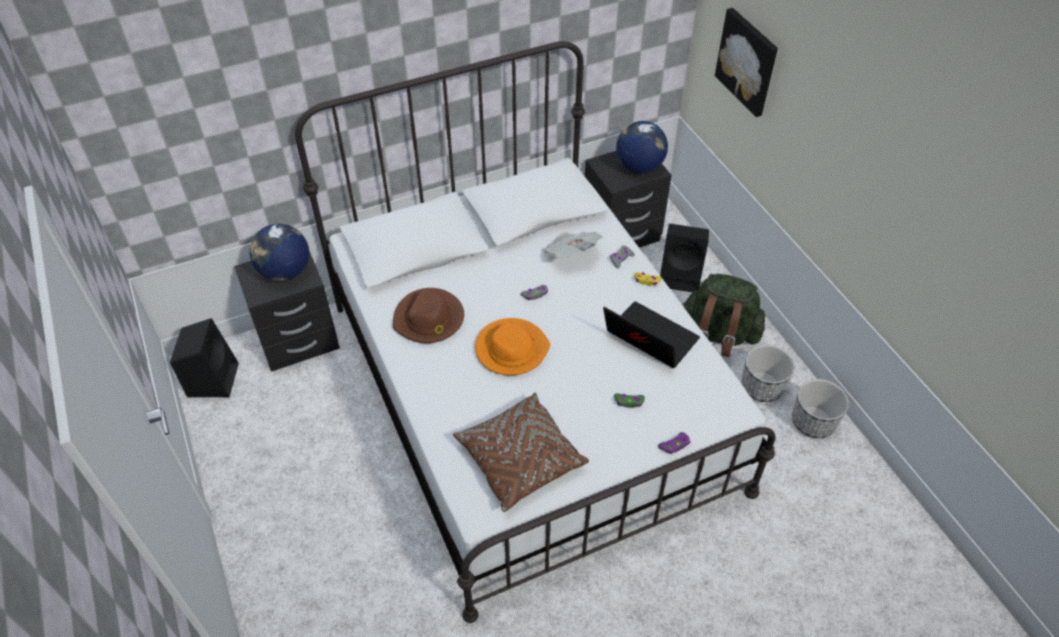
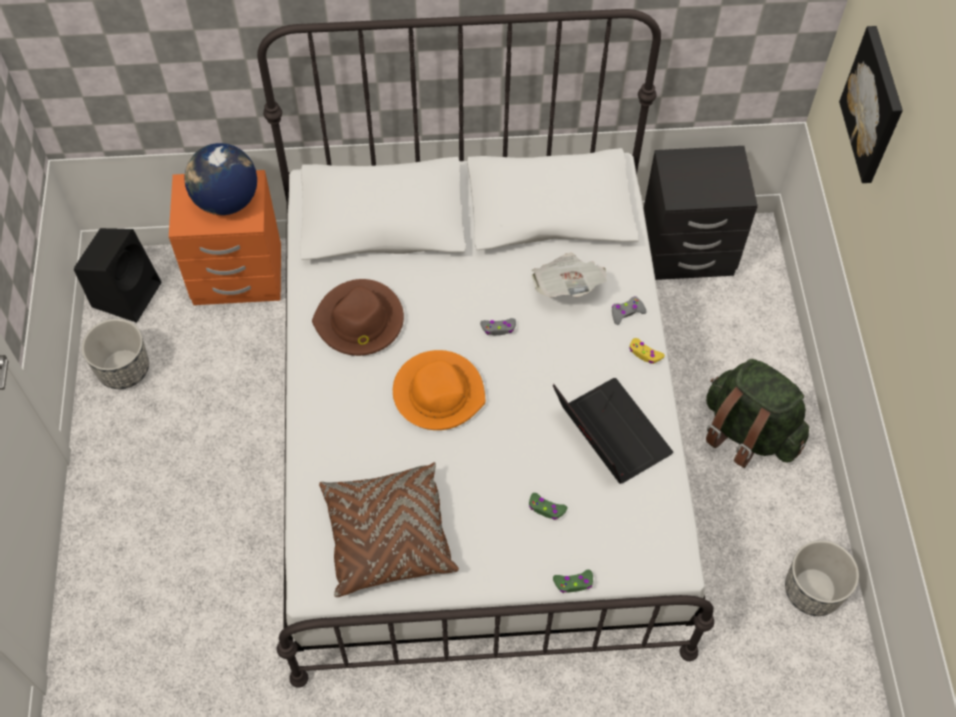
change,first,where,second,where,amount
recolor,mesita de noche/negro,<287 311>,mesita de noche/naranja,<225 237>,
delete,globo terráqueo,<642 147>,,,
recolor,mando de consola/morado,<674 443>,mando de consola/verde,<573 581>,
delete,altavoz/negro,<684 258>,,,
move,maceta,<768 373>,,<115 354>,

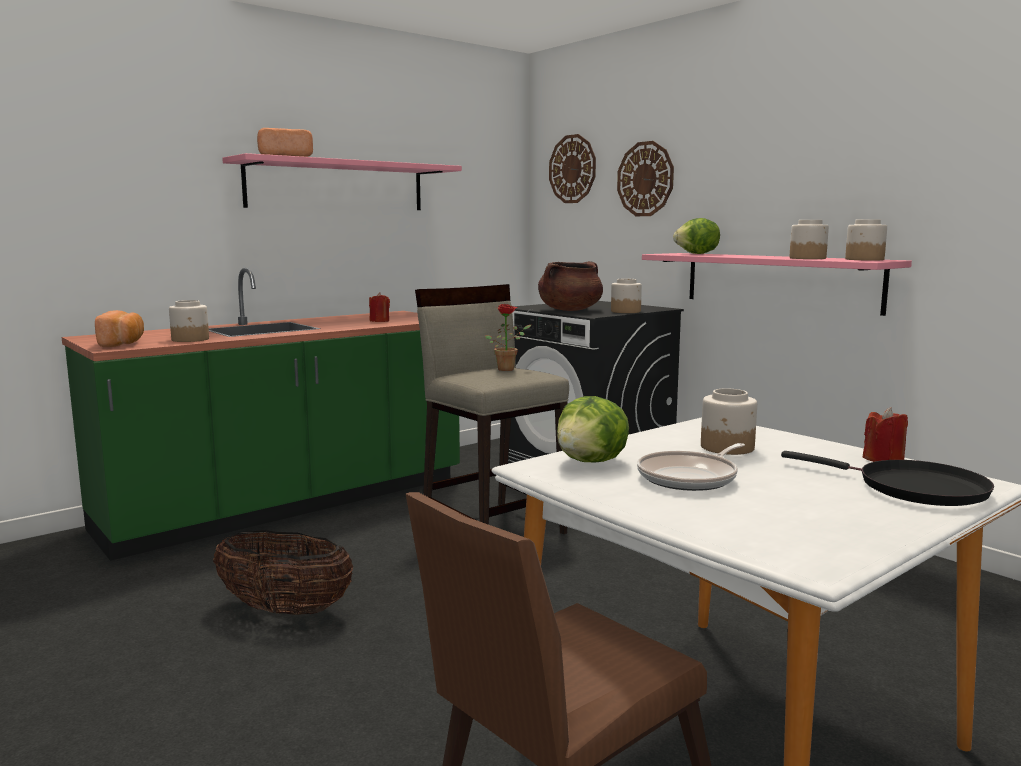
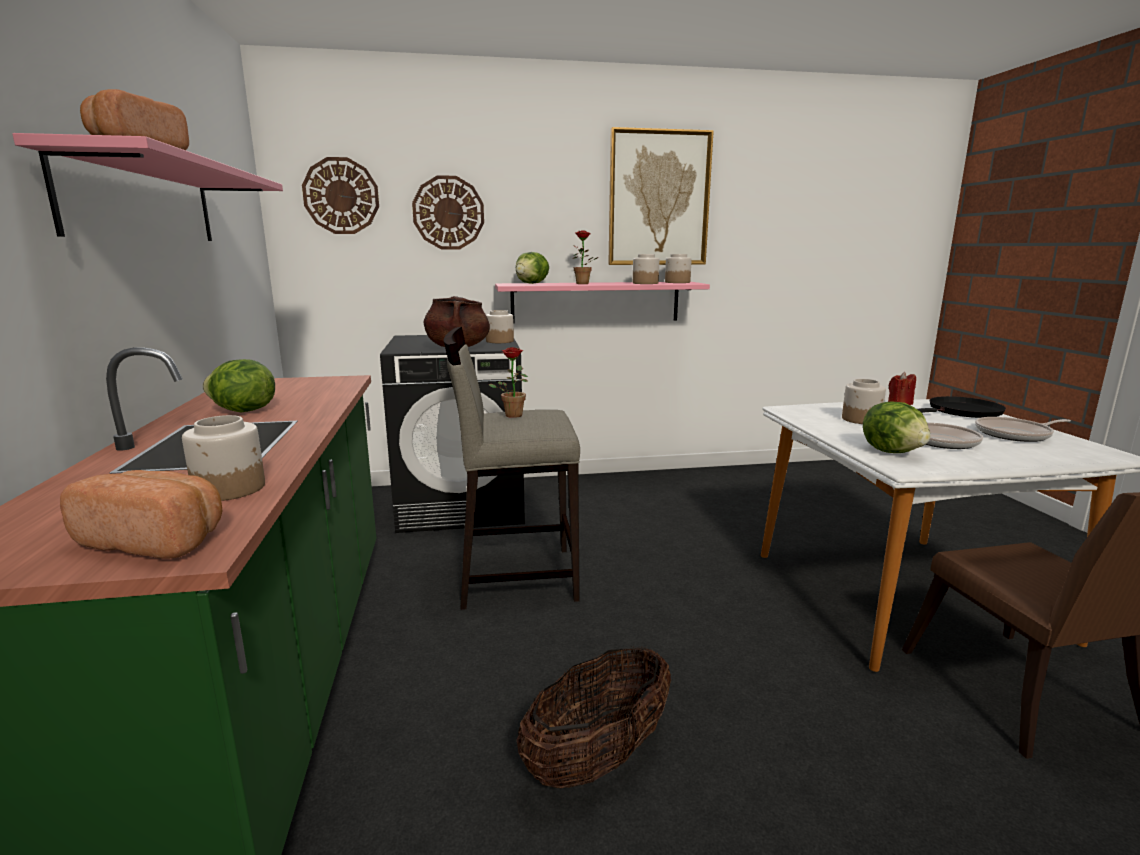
change,first,where,second,where,amount
delete,vela/rojo,<379 307>,,,
insert,,,lechuga,<239 385>,
insert,,,planta en maceta,<586 257>,
insert,,,cuadro,<661 196>,
insert,,,sartén,<1023 429>,

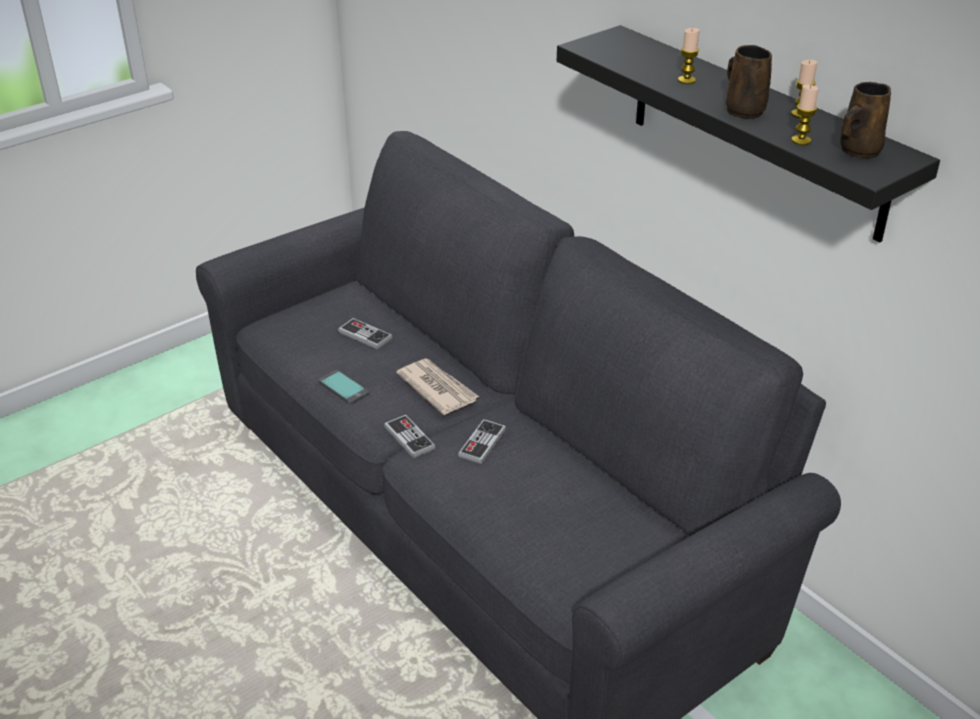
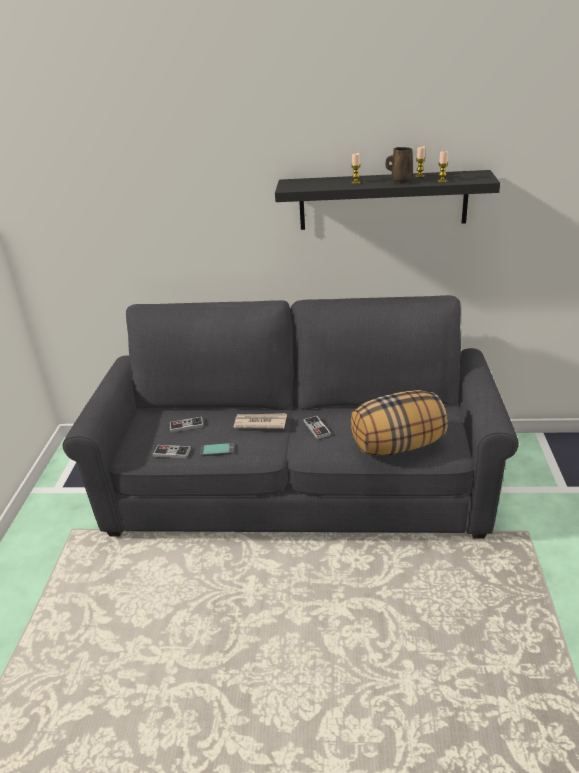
change,first,where,second,where,amount
move,mando de consola,<409 436>,,<172 451>,
delete,taza grande/marrón,<865 120>,,,
insert,,,cojín,<399 423>,

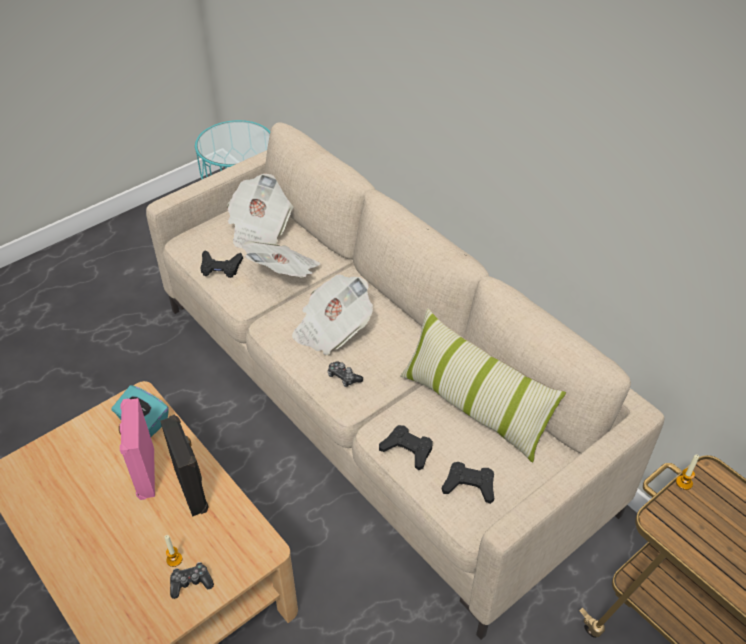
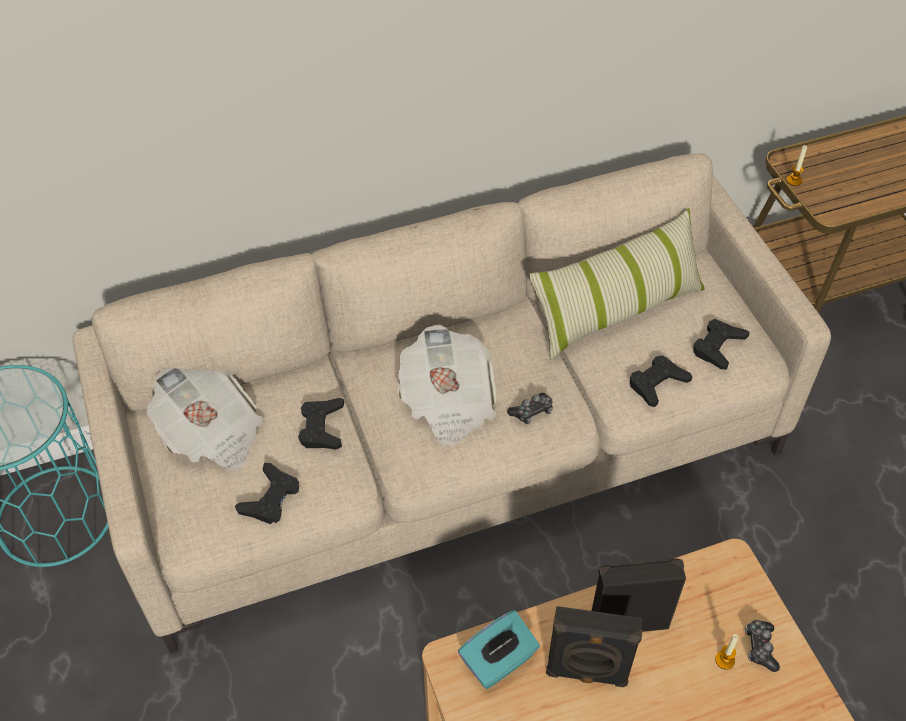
change,first,where,second,where,amount
recolor,altavoz/rosa,<137 449>,altavoz/negro,<594 646>,
replace,periódico,<281 259>,mando de consola/negro,<321 424>,

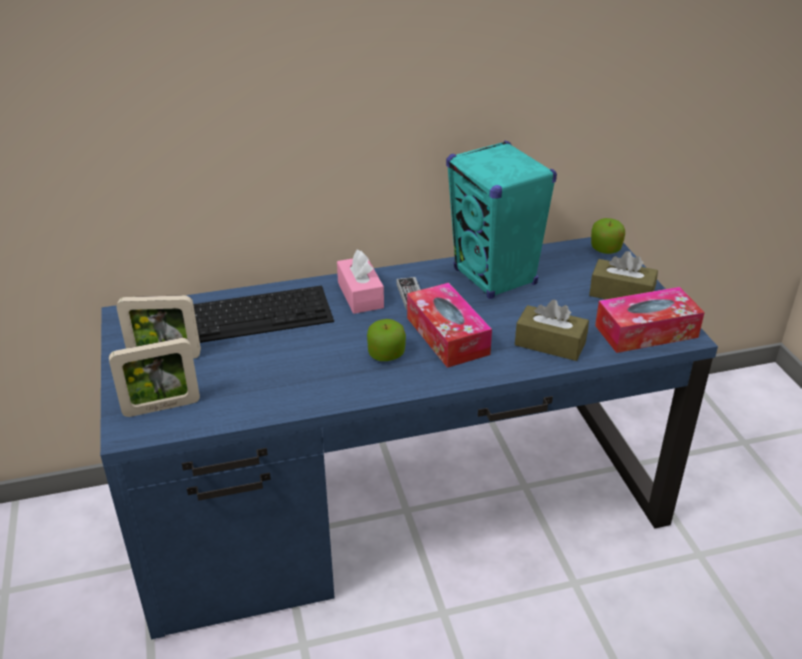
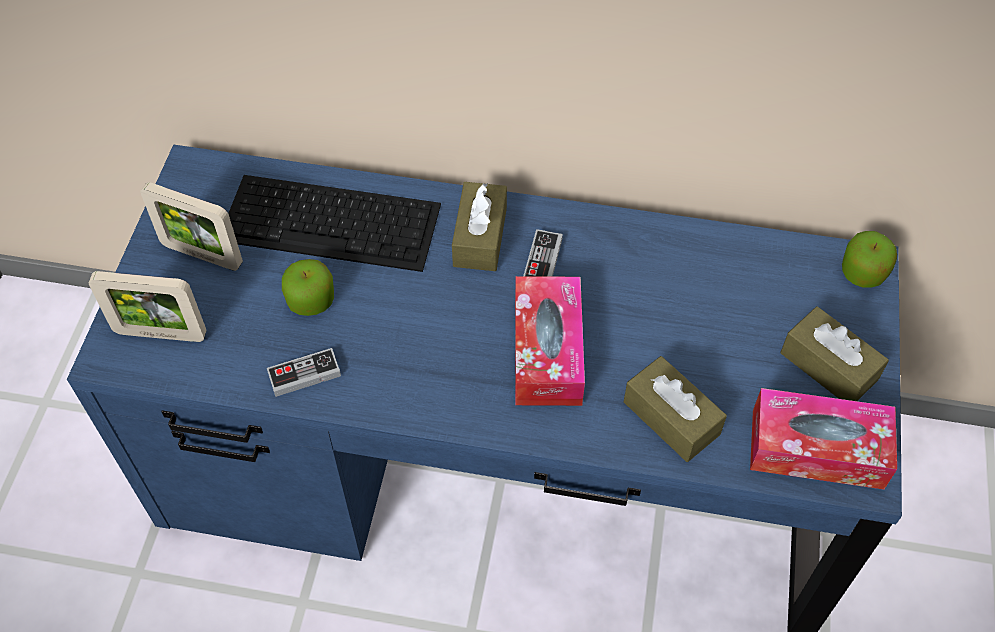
change,first,where,second,where,amount
recolor,caja de pañuelos/rosa,<360 282>,caja de pañuelos/marrón,<479 226>,
move,manzana,<386 340>,,<308 287>,
delete,altavoz/turquesa,<501 220>,,,
insert,,,mando de consola,<304 372>,

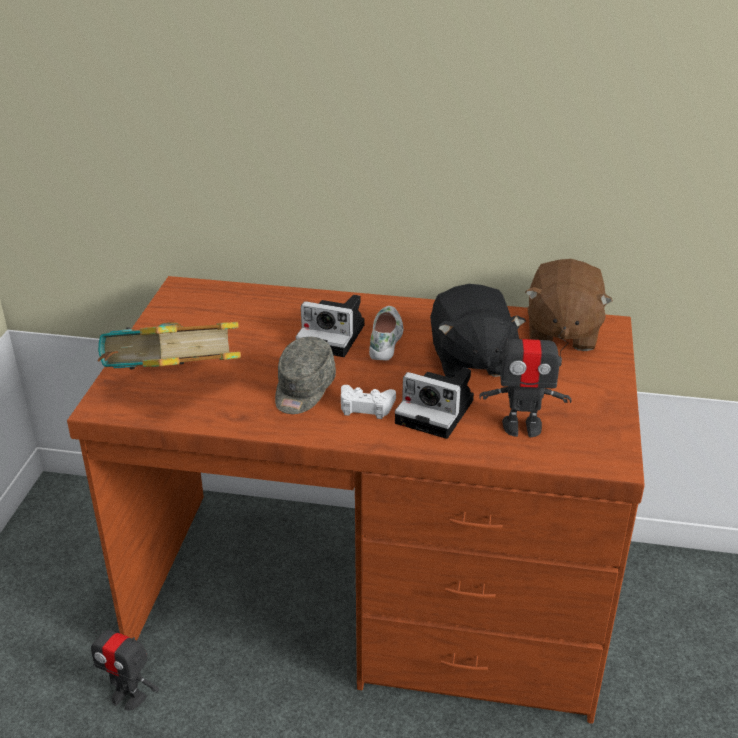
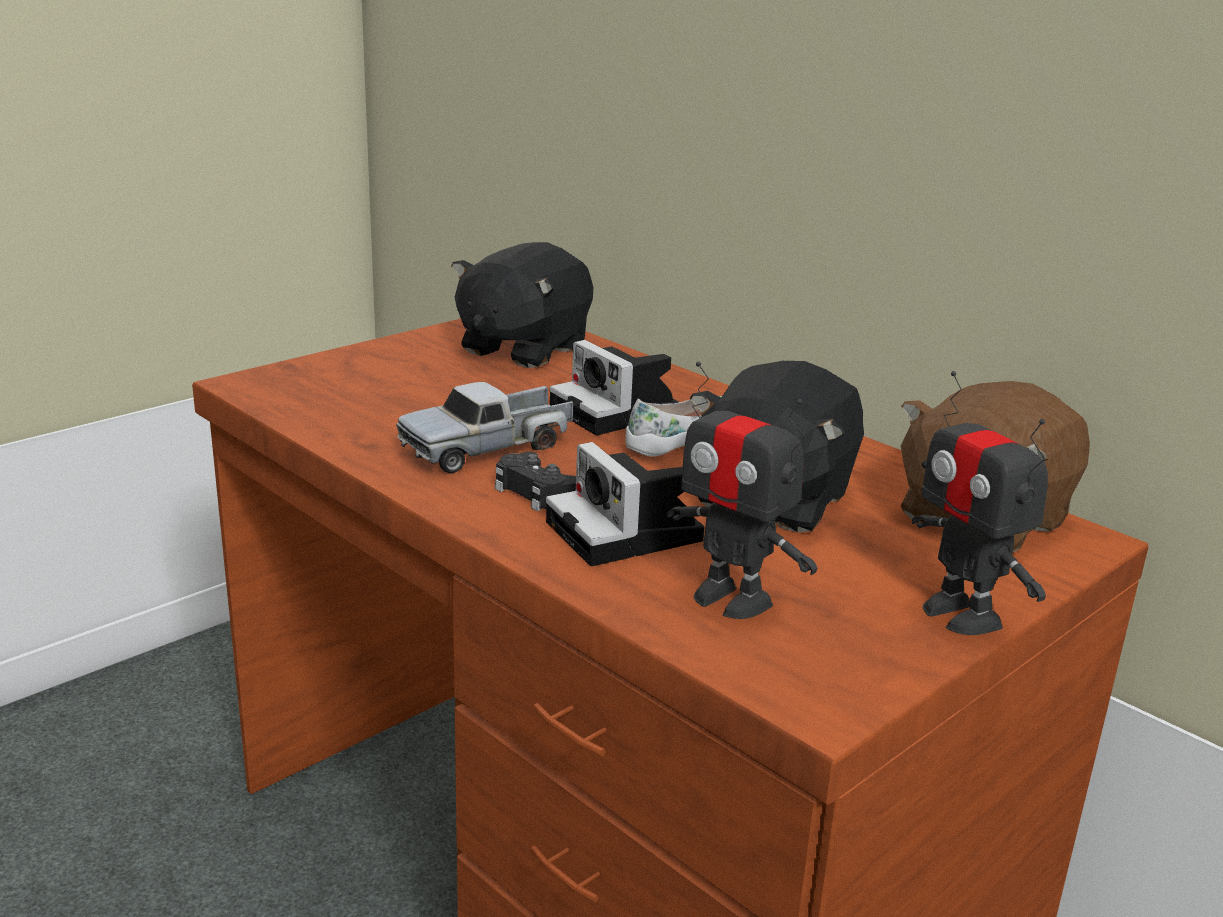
change,first,where,second,where,amount
move,robot de juguete,<124 664>,,<980 503>,
delete,libro,<169 345>,,,
replace,gorra/gris,<305 375>,camión de juguete,<484 427>,
recolor,mando de consola/blanco,<368 402>,mando de consola/negro,<535 481>,
insert,,,peluche/negro,<522 305>,

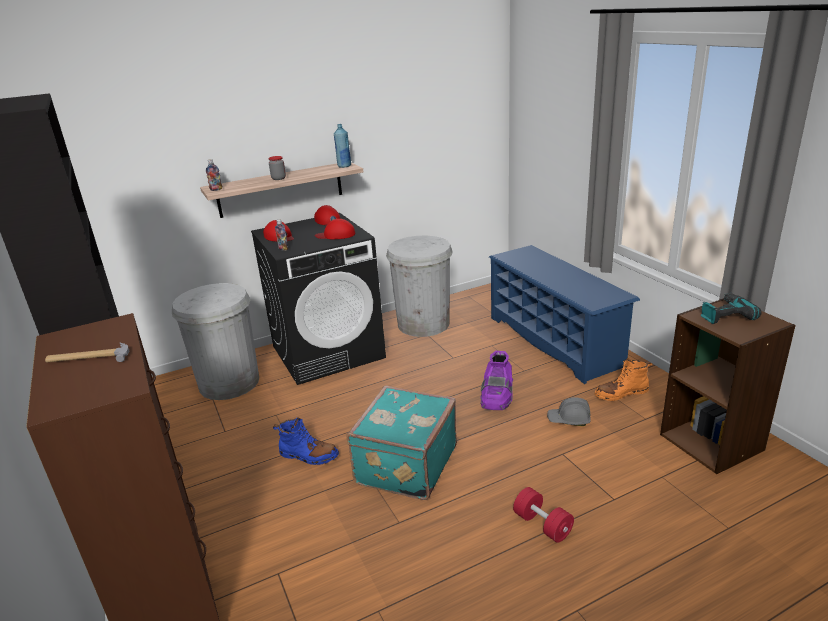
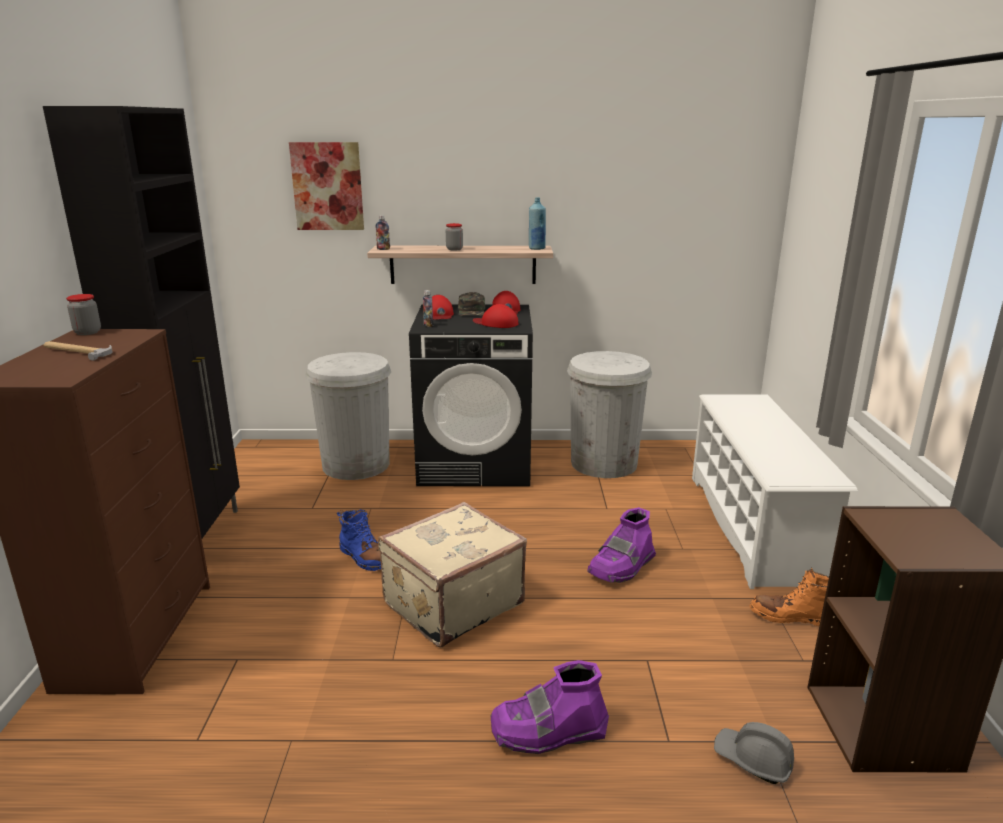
change,first,where,second,where,amount
recolor,maleta/turquesa,<402 442>,maleta/beis,<452 575>,
recolor,zapatero/azul,<564 314>,zapatero/blanco,<775 491>,
replace,mancuerna/rojo,<543 515>,bota/morado,<550 707>,
move,casco/gris,<569 411>,,<754 753>,
delete,taladro,<731 308>,,,
insert,,,tarro,<83 314>,
insert,,,cuadro,<326 186>,
insert,,,gorra/verde,<471 304>,

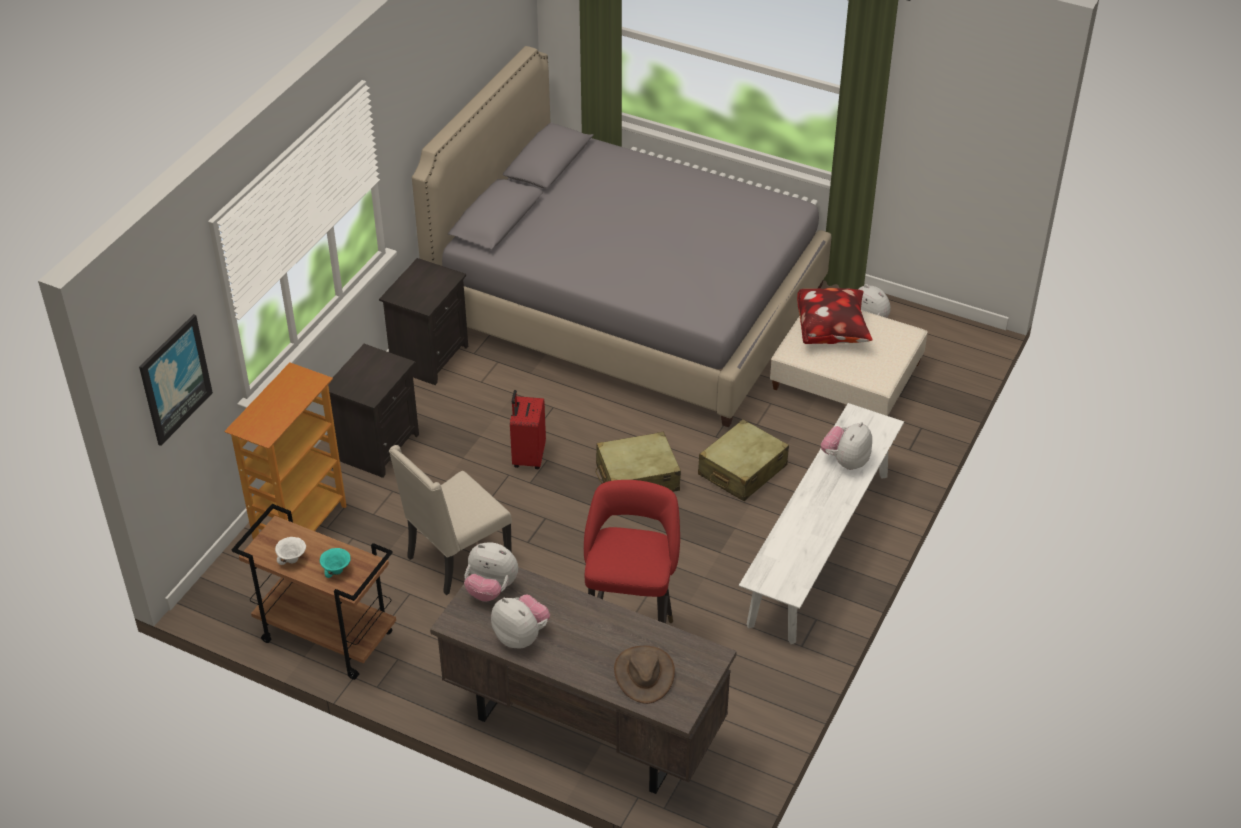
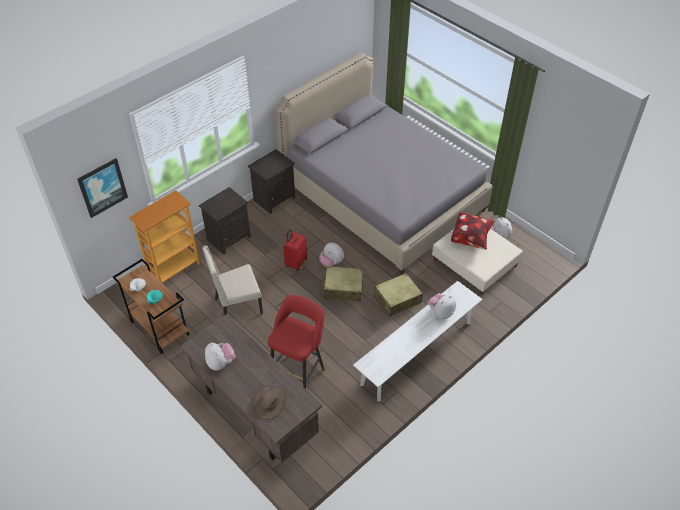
change,first,where,second,where,amount
move,peluche,<491 572>,,<331 255>,

